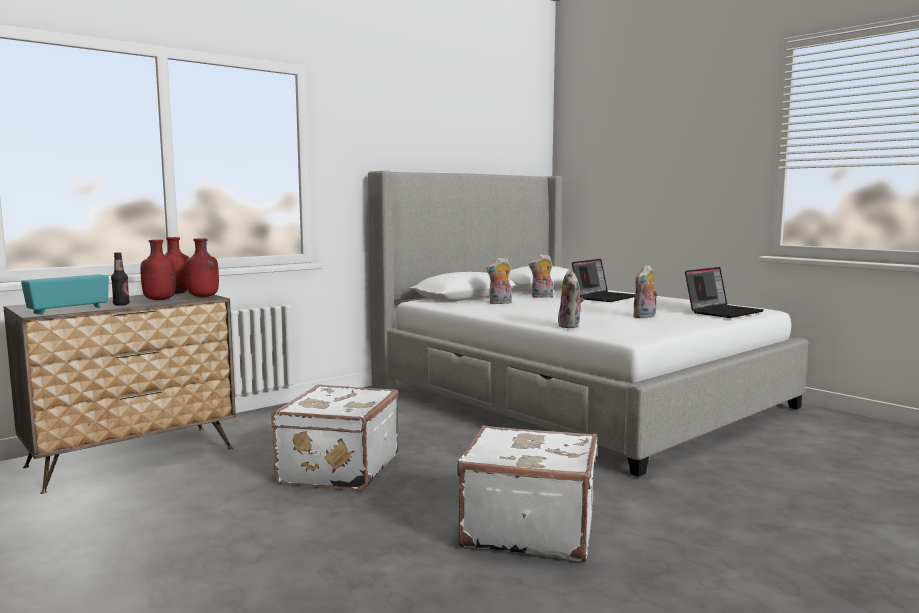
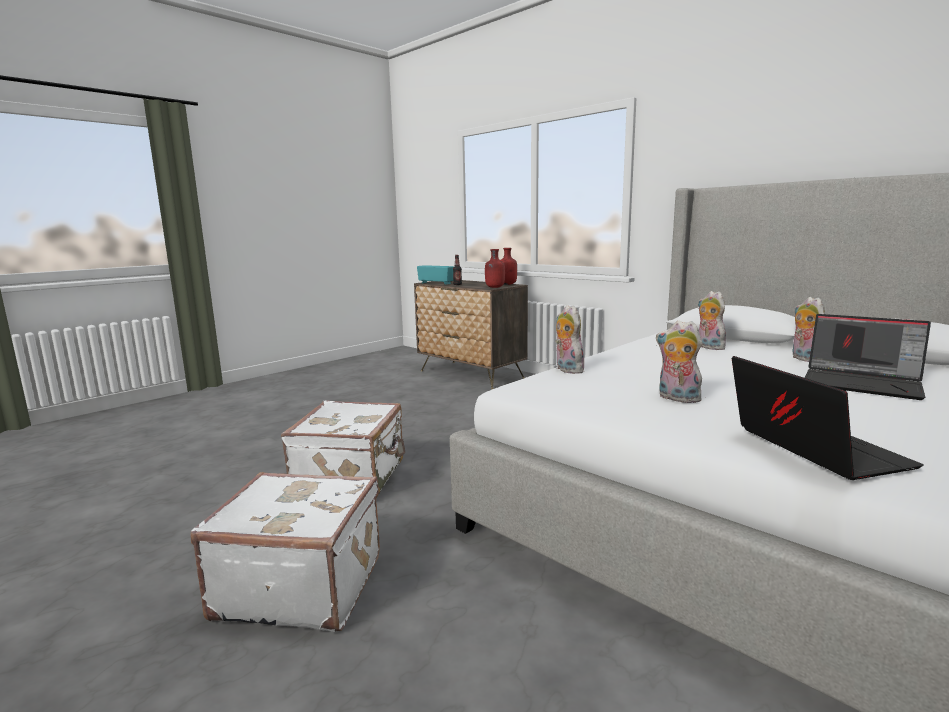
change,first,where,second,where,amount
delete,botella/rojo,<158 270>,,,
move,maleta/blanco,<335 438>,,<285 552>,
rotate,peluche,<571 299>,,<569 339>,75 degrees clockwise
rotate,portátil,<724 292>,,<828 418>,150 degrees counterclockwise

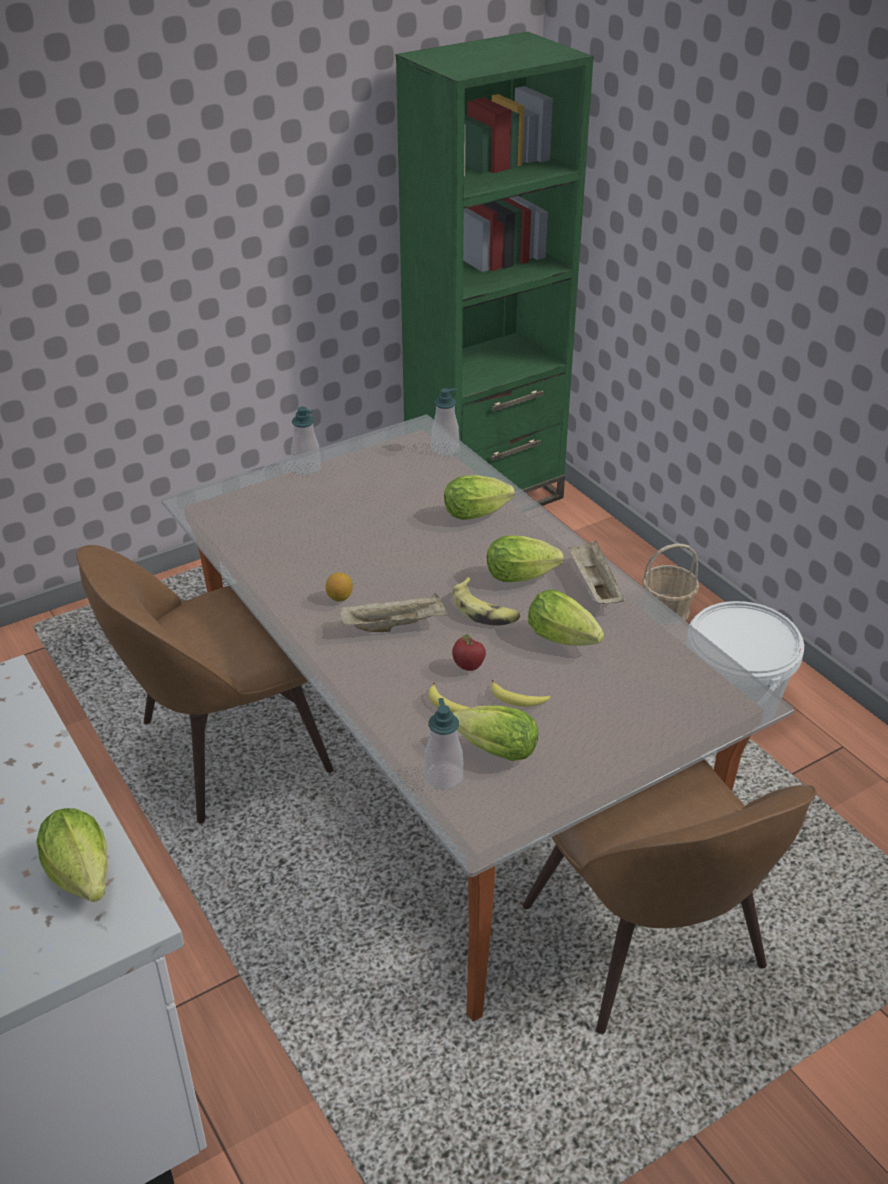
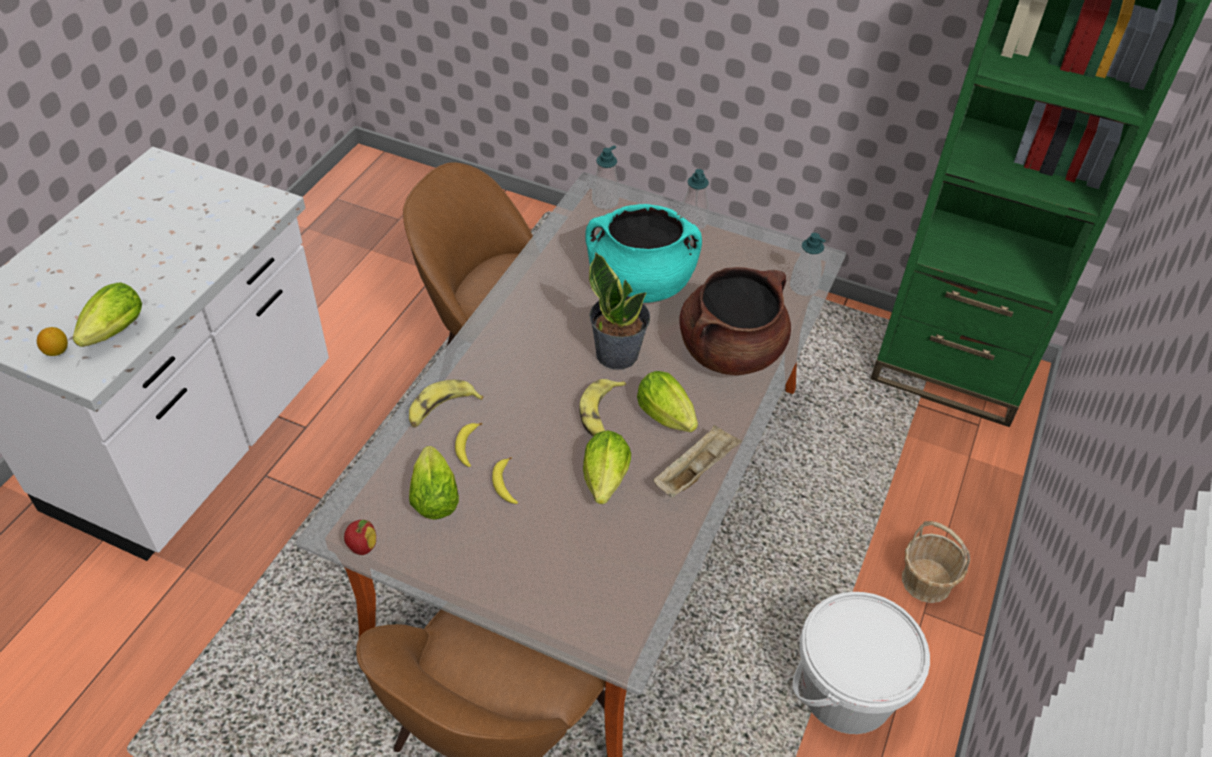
change,first,where,second,where,amount
move,limón,<339 587>,,<52 341>,
delete,bandeja/beis,<393 612>,,,
move,dispensador de jabón,<443 744>,,<605 177>,
replace,lechuga,<479 497>,olla/marrón,<735 321>,
move,manzana,<469 652>,,<360 537>,
insert,,,plátano,<446 403>,
insert,,,olla/turquesa,<644 253>,
insert,,,planta en maceta,<619 311>,

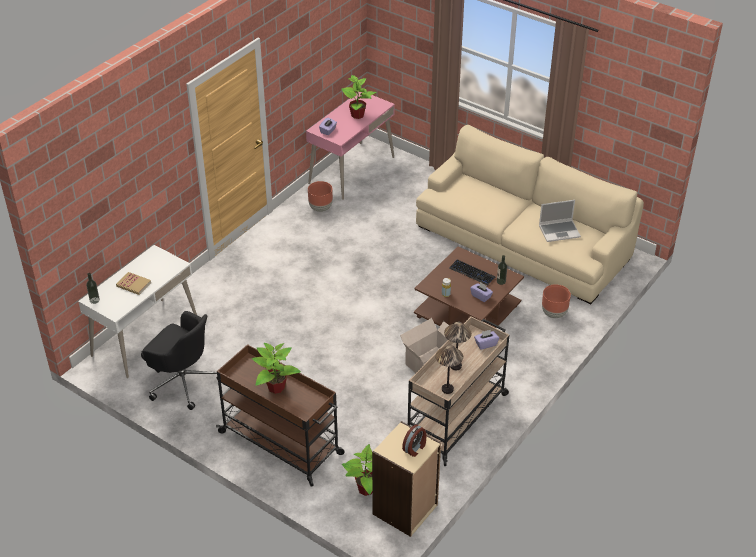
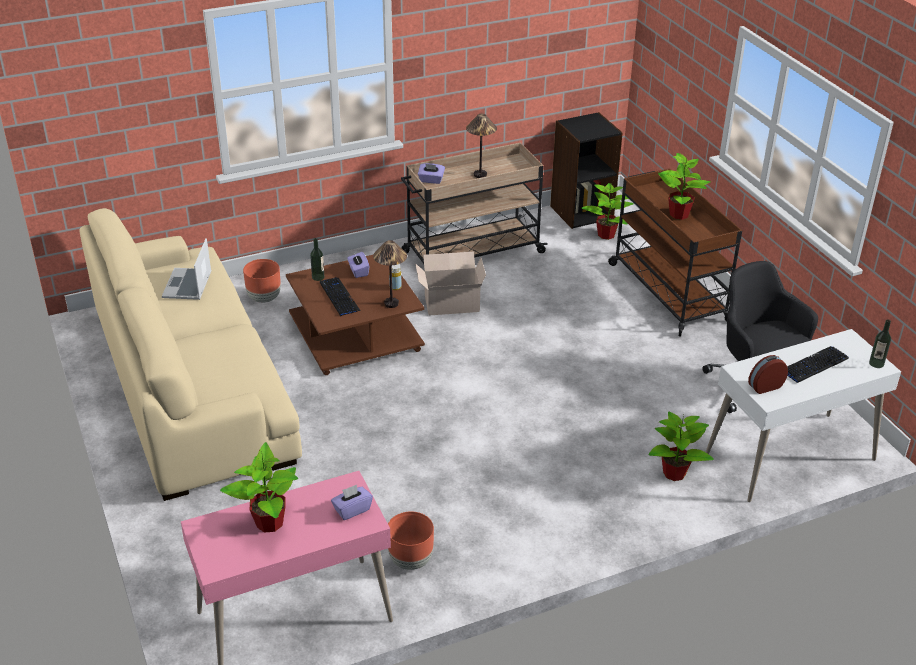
change,first,where,second,where,amount
replace,libro,<133 283>,teclado,<818 364>,
recolor,estantería/beis,<406 479>,estantería/negro,<586 170>,
move,despertador,<414 440>,,<768 374>,
move,lámpara de mesa,<449 369>,,<390 274>,
rotate,portátil,<560 221>,,<186 269>,105 degrees counterclockwise
insert,,,planta en maceta,<681 446>,

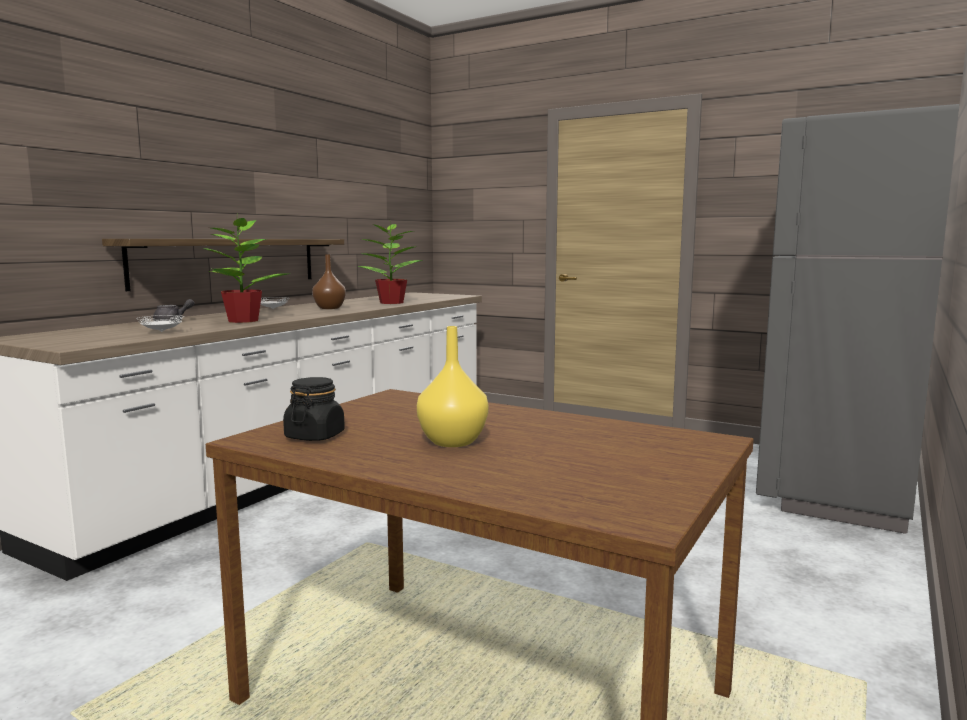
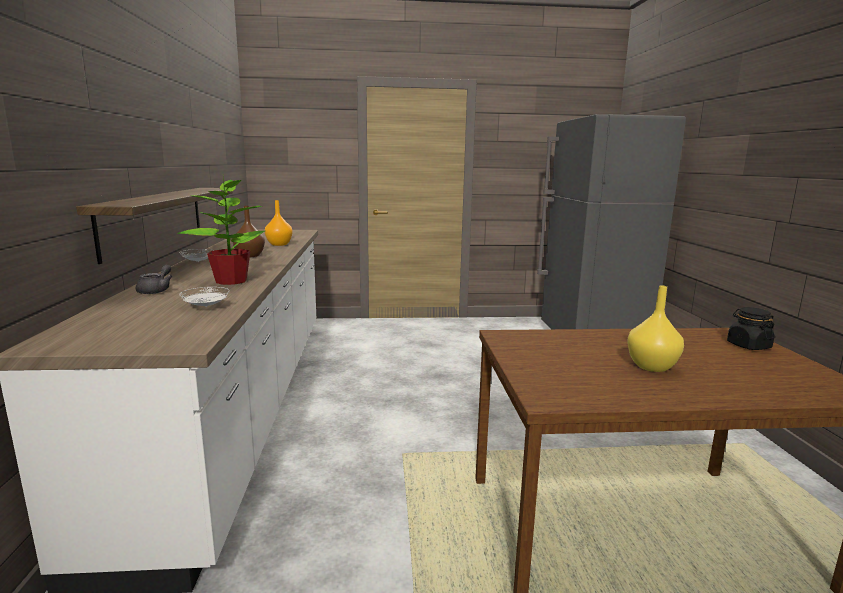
change,first,where,second,where,amount
move,tarro/negro,<314 409>,,<750 328>,
replace,planta en maceta,<390 261>,florero/naranja,<278 223>,

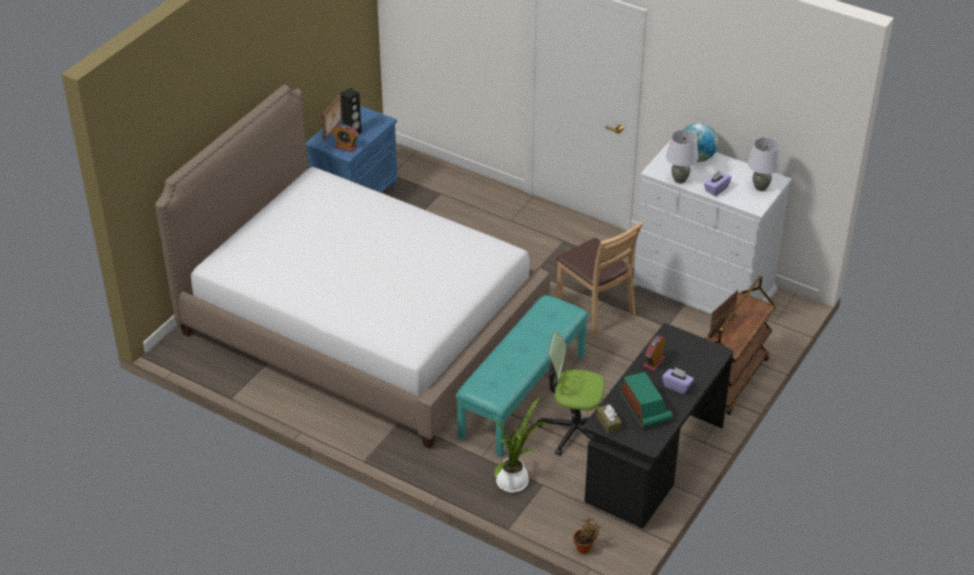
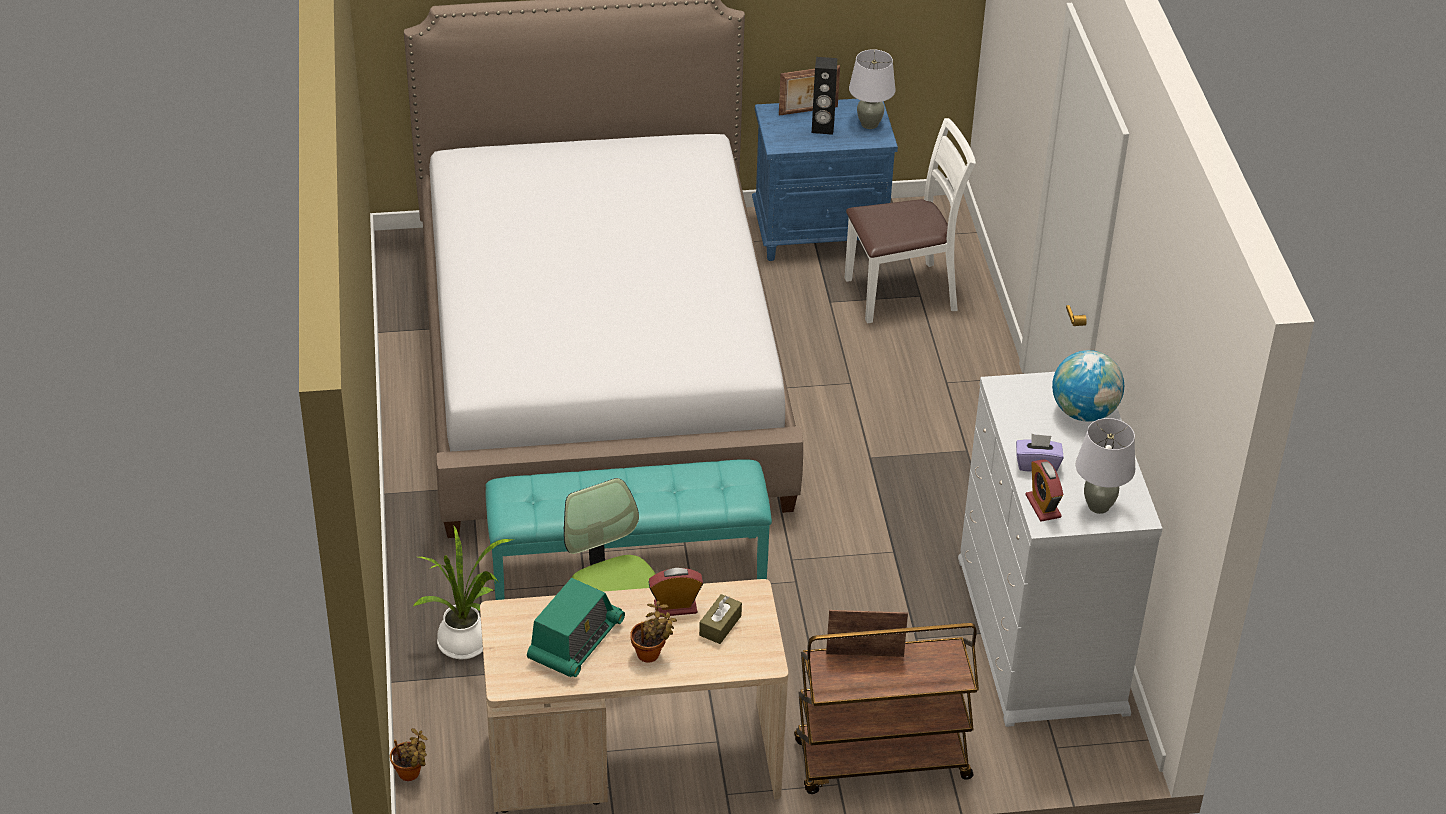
change,first,where,second,where,amount
move,despertador,<345 138>,,<1044 490>,
delete,silla/marrón,<599 278>,,,
recolor,escritorio/negro,<658 426>,escritorio/beis,<634 696>,
move,caja de pañuelos/marrón,<609 419>,,<720 619>,
replace,caja de pañuelos/morado,<678 380>,planta en maceta,<653 632>,
move,lámpara de mesa/gris,<682 157>,,<872 89>,
insert,,,silla/blanco,<910 220>,

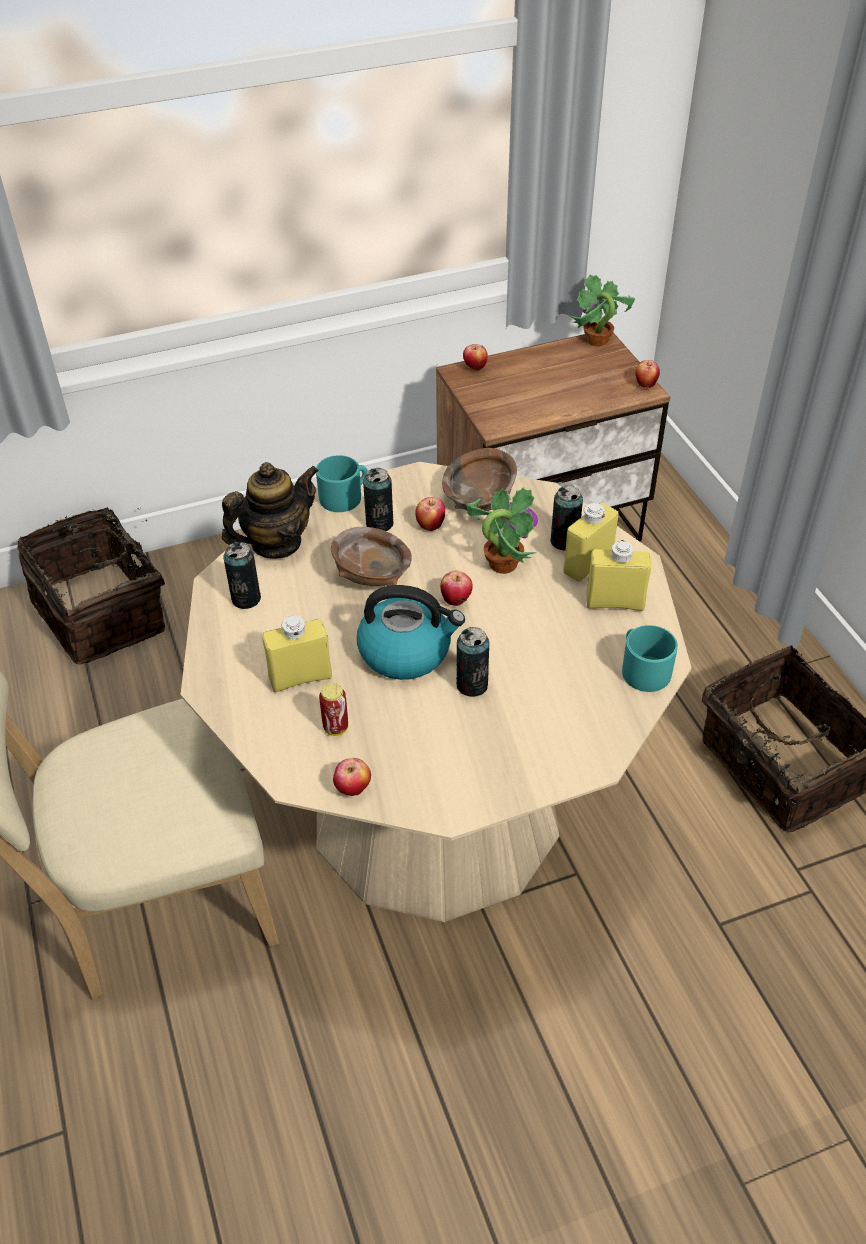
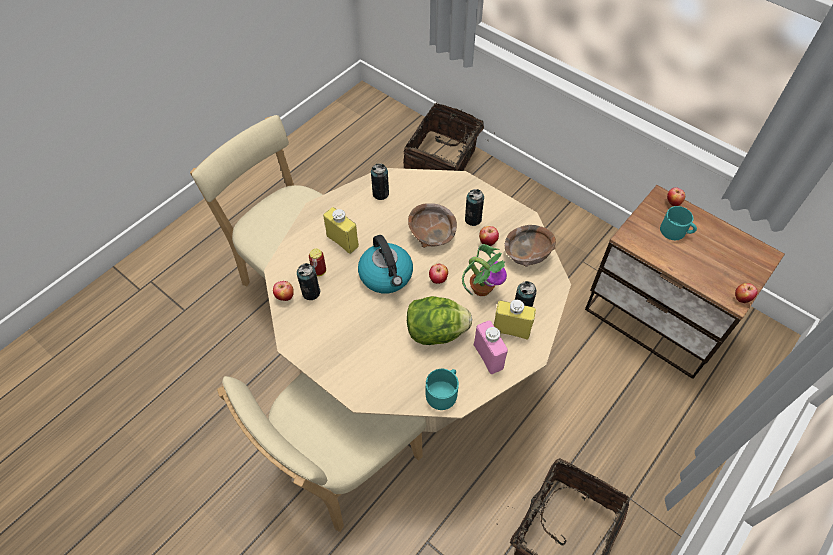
change,first,where,second,where,amount
delete,tetera,<270 510>,,,
move,taza grande/turquesa,<342 483>,,<678 223>,
move,lata,<472 662>,,<308 281>,
delete,planta en maceta,<602 310>,,,
recolor,botella/amarillo,<619 575>,botella/rosa,<491 347>,
insert,,,silla/beis,<322 452>,
insert,,,lechuga,<439 320>,

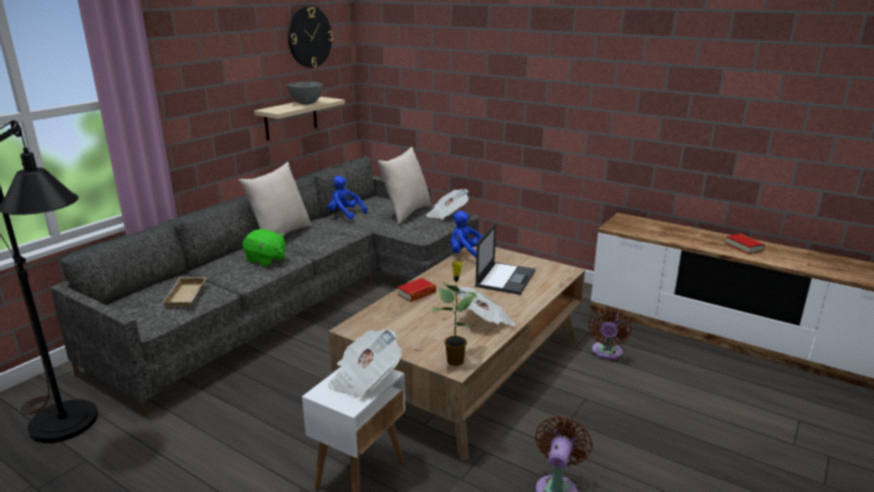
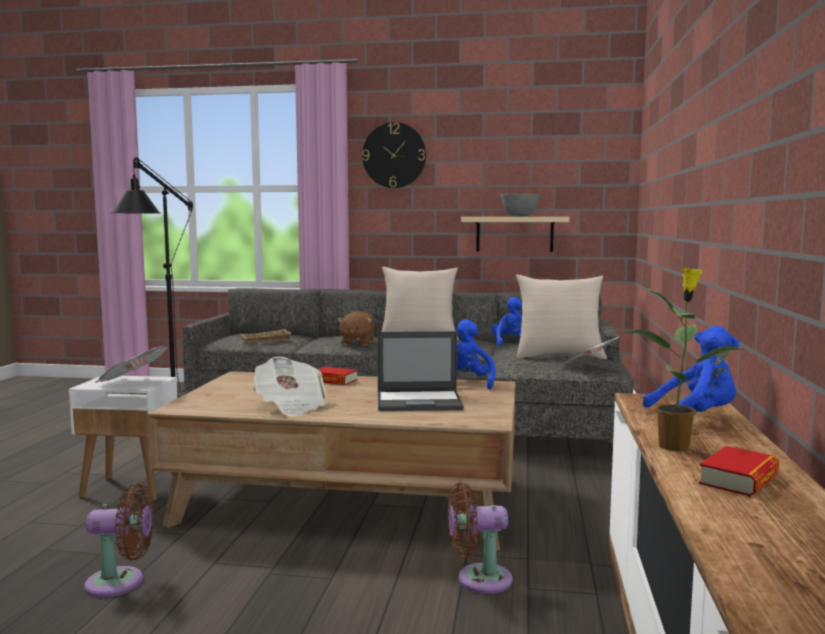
change,first,where,second,where,amount
recolor,peluche/verde,<264 248>,peluche/marrón,<356 328>,
move,reloj de pared,<310 37>,,<394 155>,
move,planta en maceta,<455 313>,,<685 360>,
insert,,,peluche/azul,<691 369>,

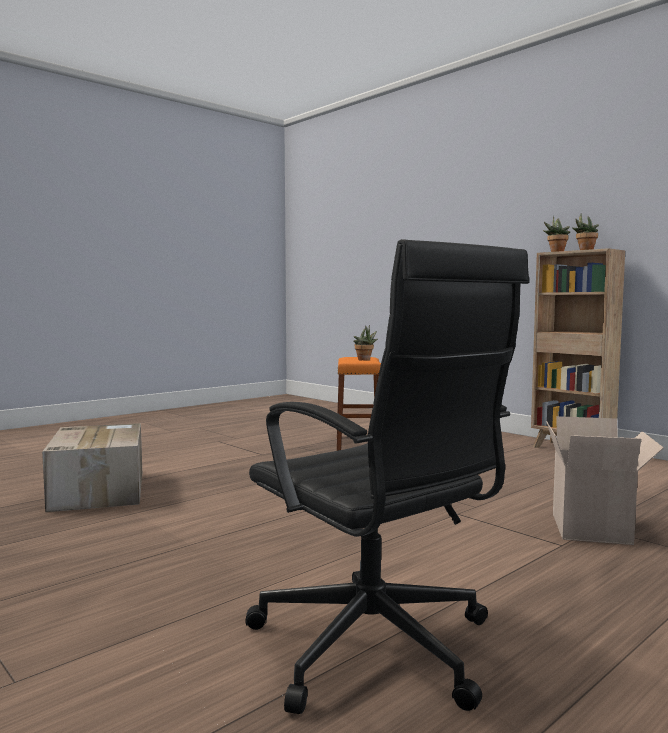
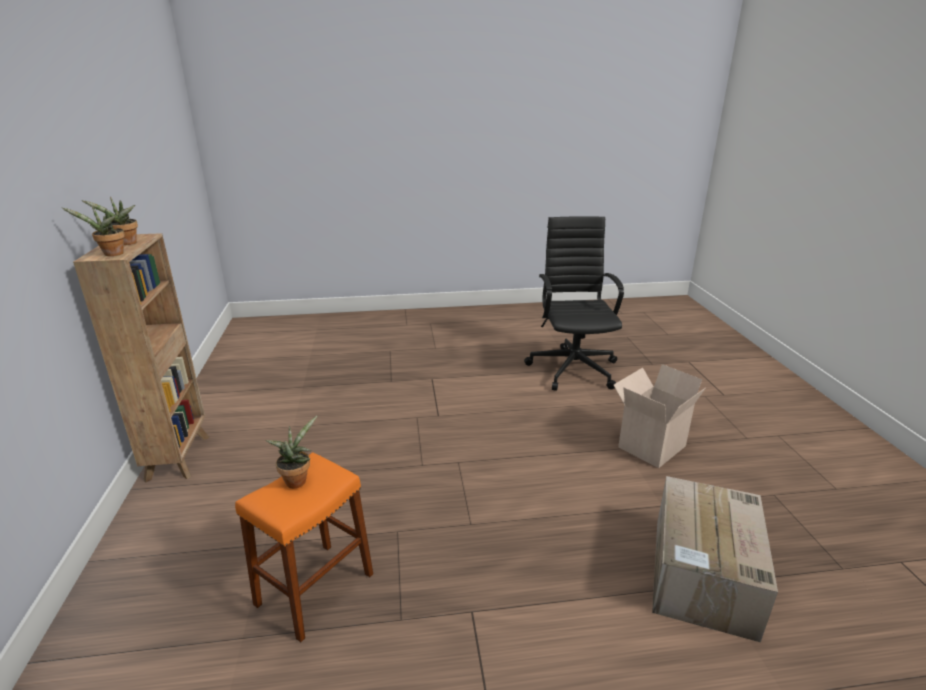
change,first,where,second,where,amount
move,caja de cartón,<605 480>,,<660 416>,

